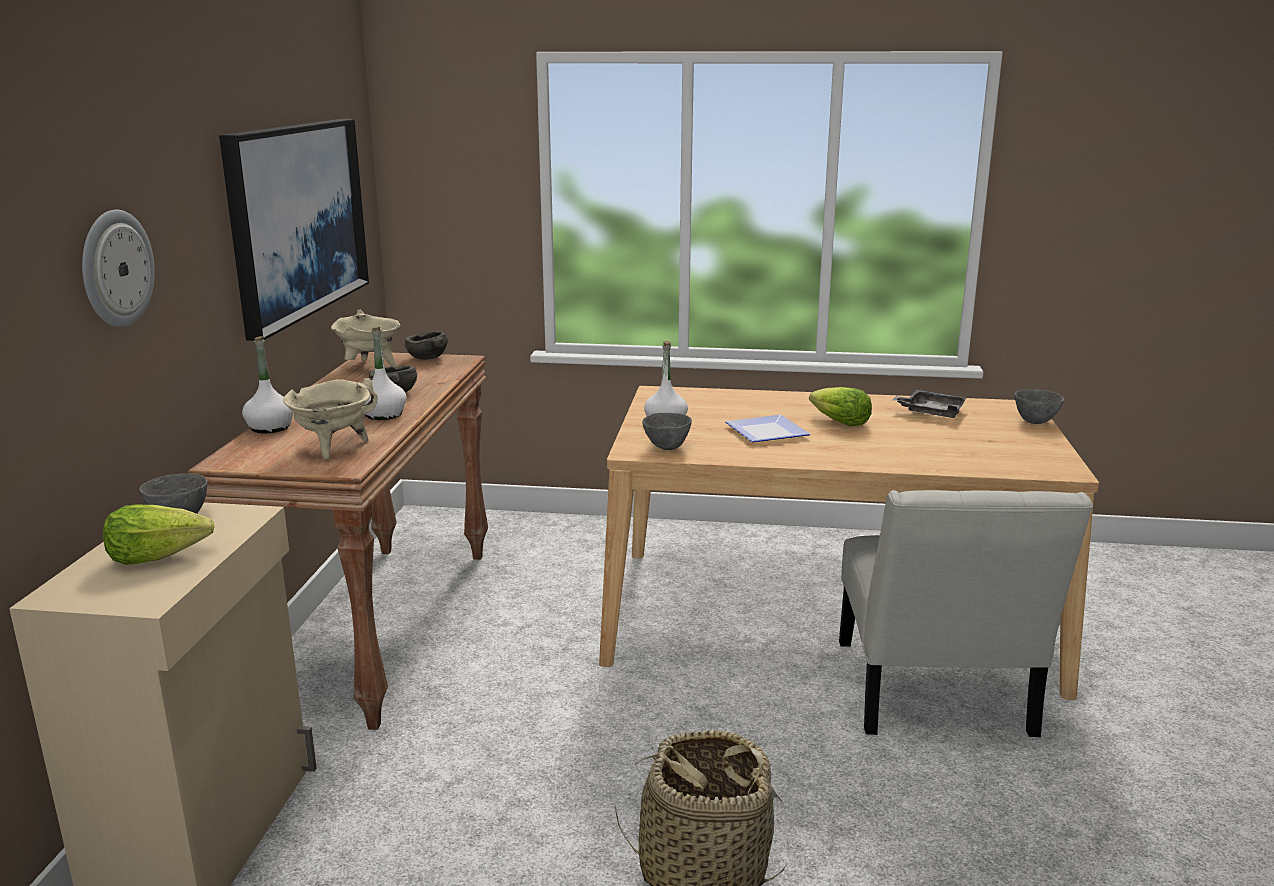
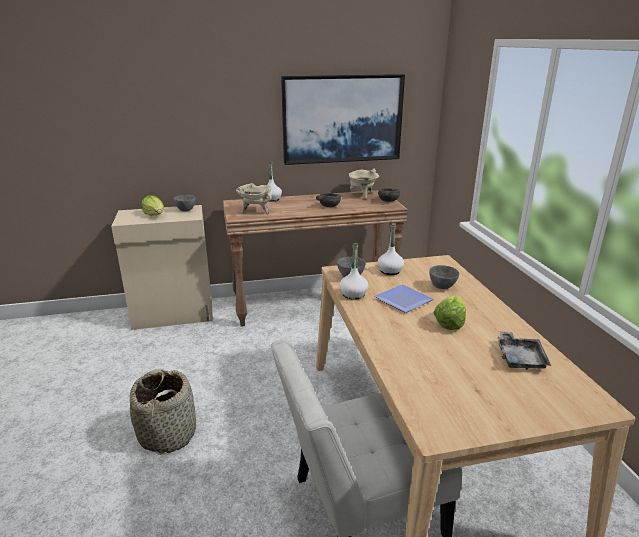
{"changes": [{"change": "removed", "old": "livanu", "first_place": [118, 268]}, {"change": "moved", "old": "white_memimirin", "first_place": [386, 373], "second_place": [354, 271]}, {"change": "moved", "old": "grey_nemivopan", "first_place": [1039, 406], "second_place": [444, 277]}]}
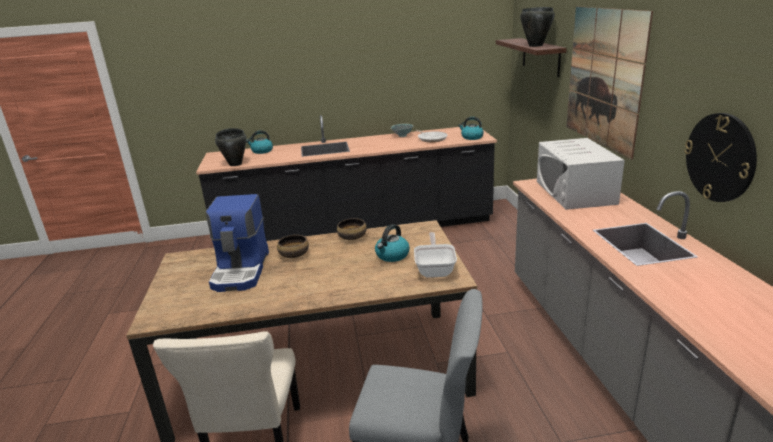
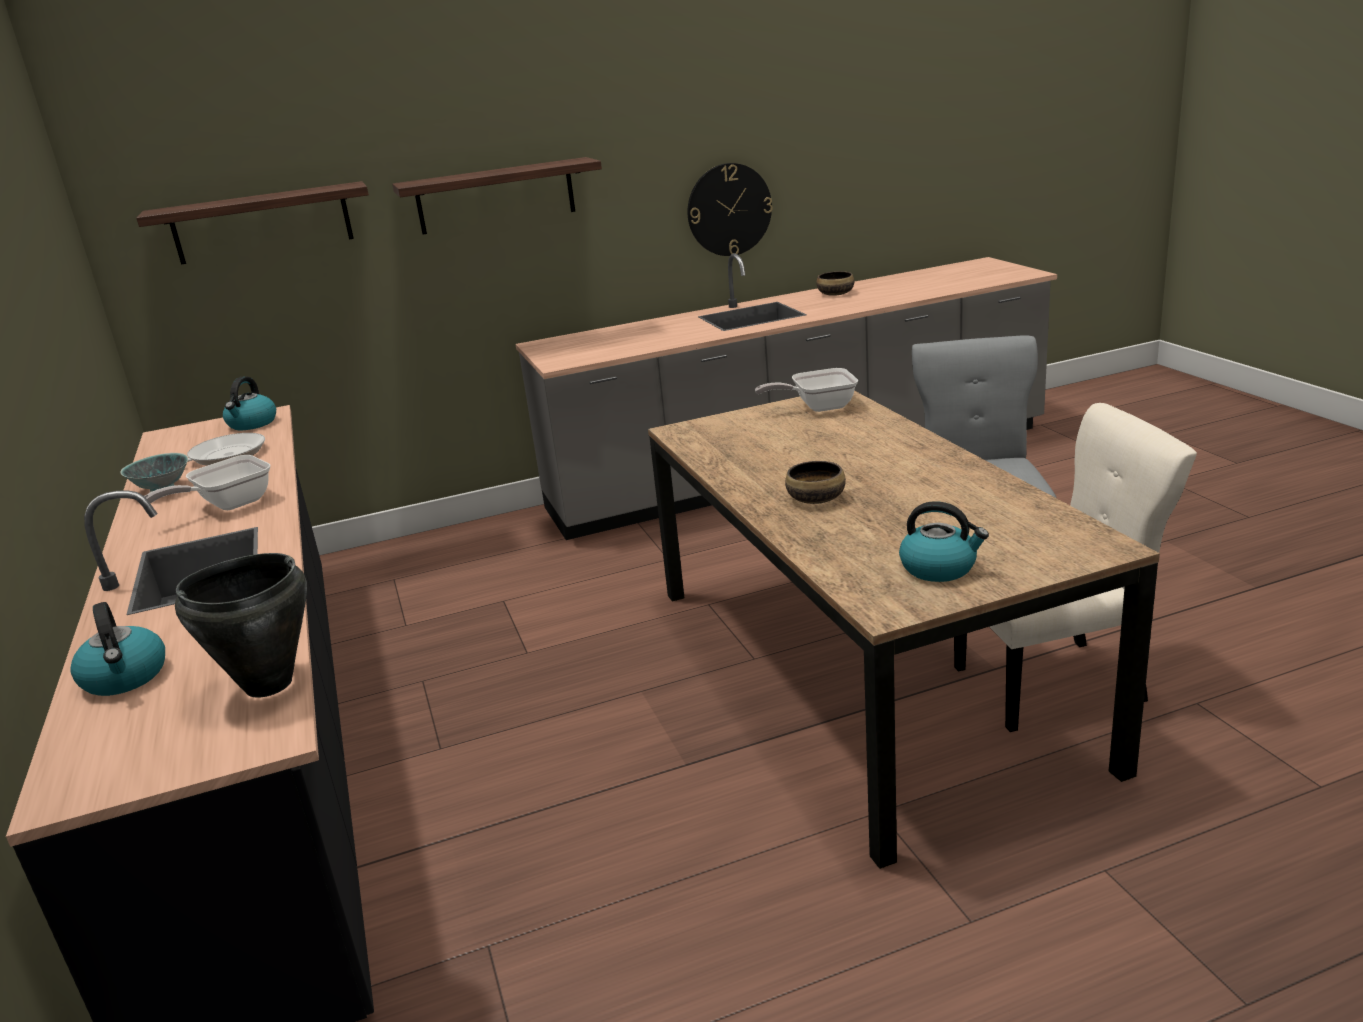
{"changes": [{"change": "replaced", "old": "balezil", "new": "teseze", "first_place": [609, 83], "second_place": [497, 195]}, {"change": "removed", "old": "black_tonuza", "first_place": [537, 27]}, {"change": "removed", "old": "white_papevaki", "first_place": [581, 174]}, {"change": "removed", "old": "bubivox", "first_place": [237, 243]}, {"change": "moved", "old": "nemivopan", "first_place": [352, 229], "second_place": [835, 283]}, {"change": "moved", "old": "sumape", "first_place": [392, 243], "second_place": [944, 541]}, {"change": "added", "new": "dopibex", "second_place": [207, 482]}]}
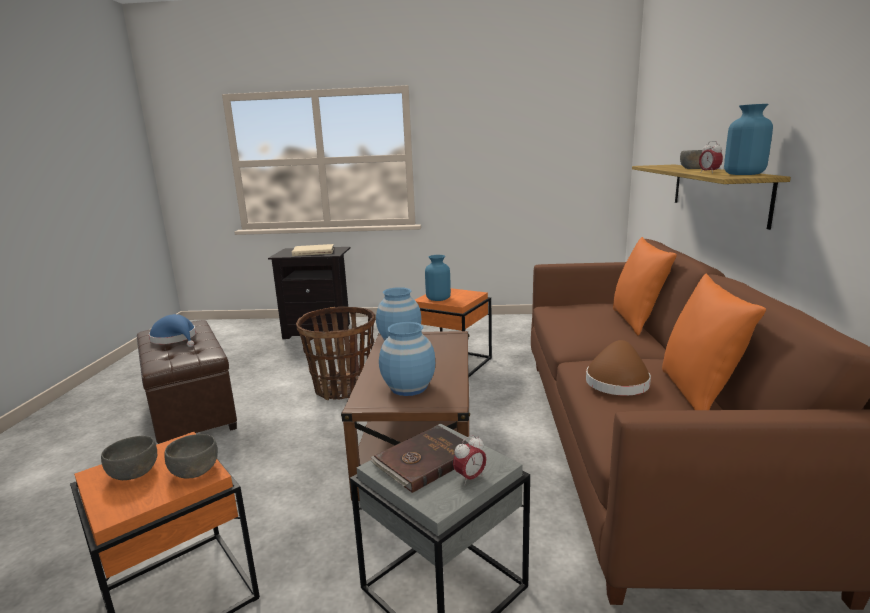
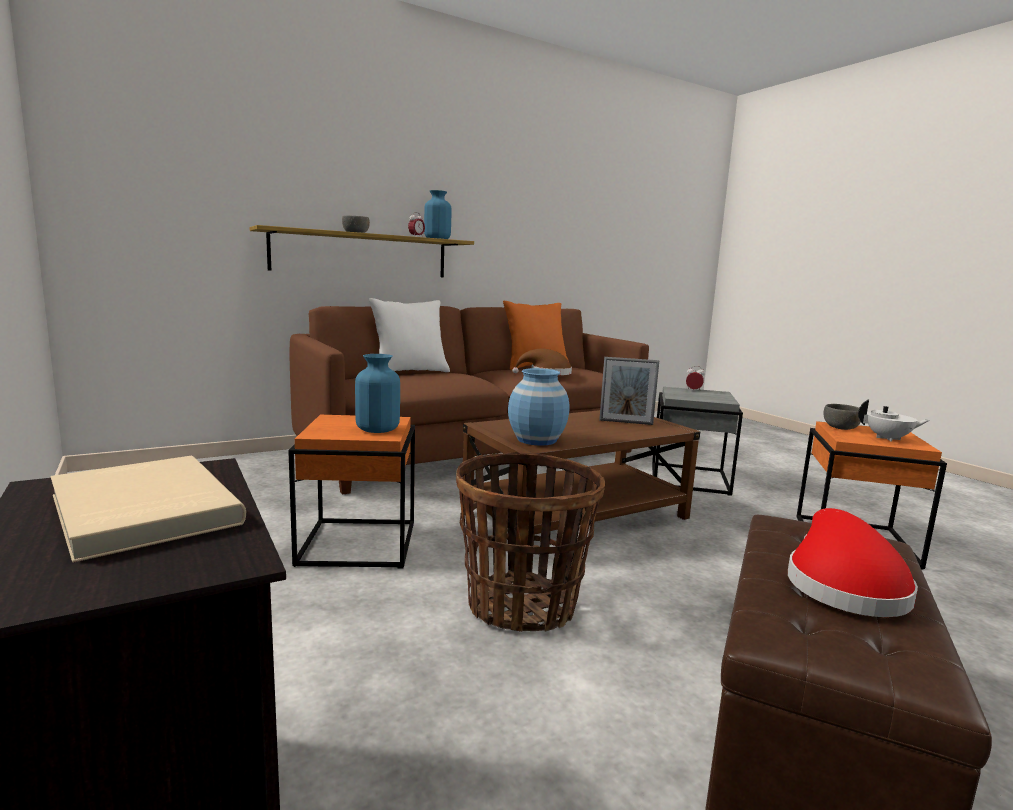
{"changes": [{"change": "recoloured", "old": "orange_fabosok", "new": "white_fabosok", "first_place": [645, 286], "second_place": [409, 335]}, {"change": "recoloured", "old": "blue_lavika", "new": "red_lavika", "first_place": [172, 330], "second_place": [853, 562]}, {"change": "replaced", "old": "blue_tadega", "new": "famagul", "first_place": [407, 359], "second_place": [629, 391]}, {"change": "removed", "old": "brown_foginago", "first_place": [420, 459]}, {"change": "replaced", "old": "grey_nemivopan", "new": "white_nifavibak", "first_place": [129, 458], "second_place": [894, 420]}]}
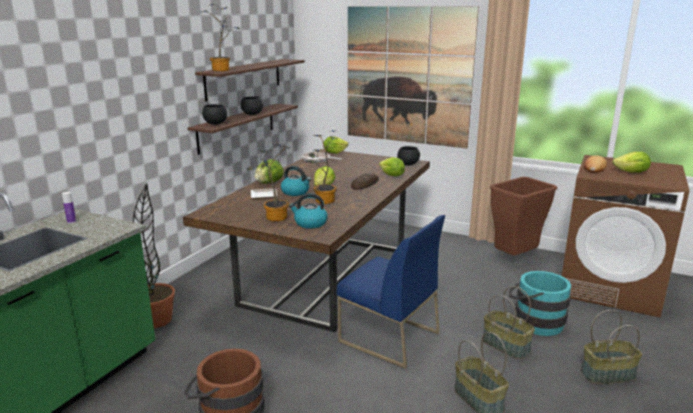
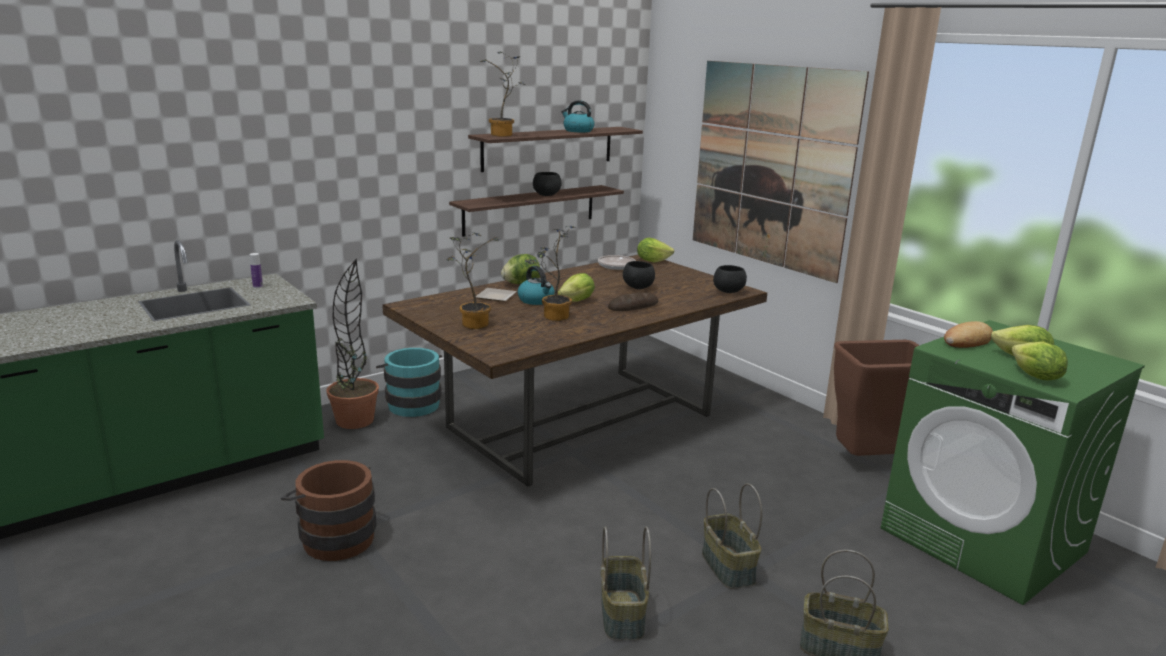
{"changes": [{"change": "moved", "old": "black_nemivopan", "first_place": [214, 114], "second_place": [639, 275]}, {"change": "recoloured", "old": "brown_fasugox", "new": "green_fasugox", "first_place": [626, 236], "second_place": [1013, 462]}, {"change": "moved", "old": "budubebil", "first_place": [392, 166], "second_place": [1040, 361]}, {"change": "moved", "old": "sumape", "first_place": [308, 211], "second_place": [578, 116]}, {"change": "removed", "old": "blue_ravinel", "first_place": [391, 292]}, {"change": "moved", "old": "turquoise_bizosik", "first_place": [540, 303], "second_place": [409, 382]}]}
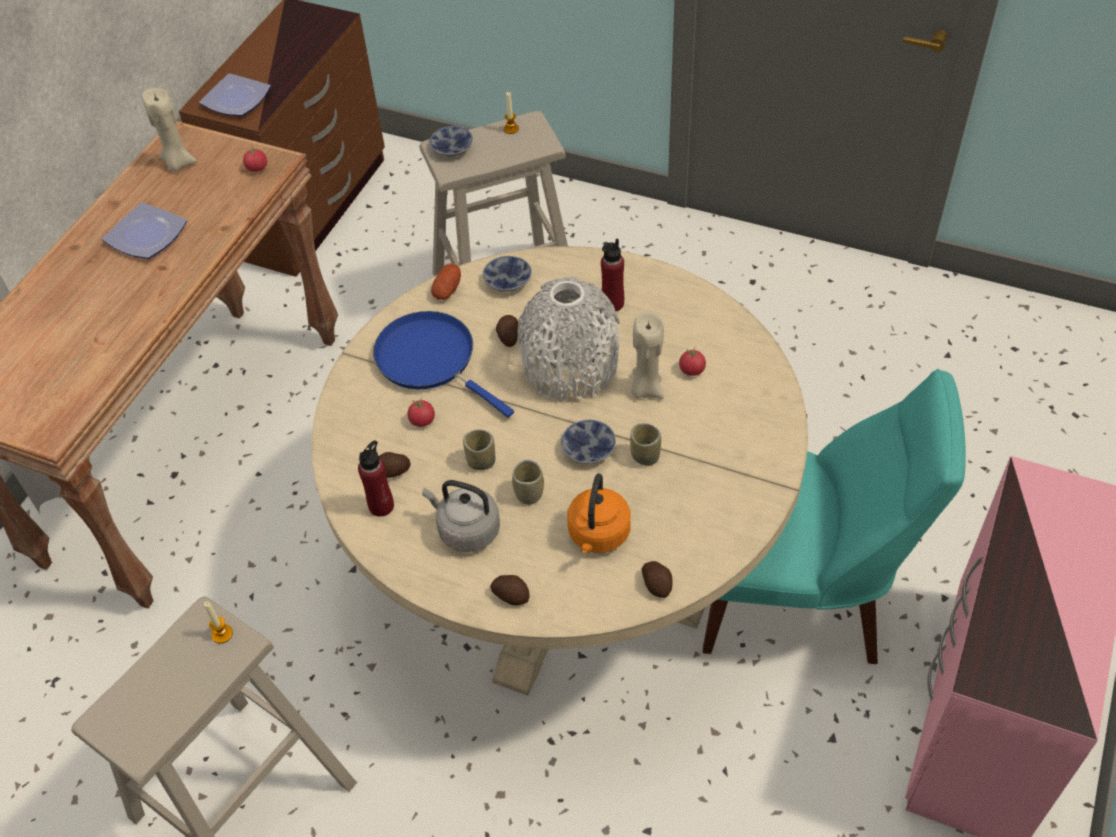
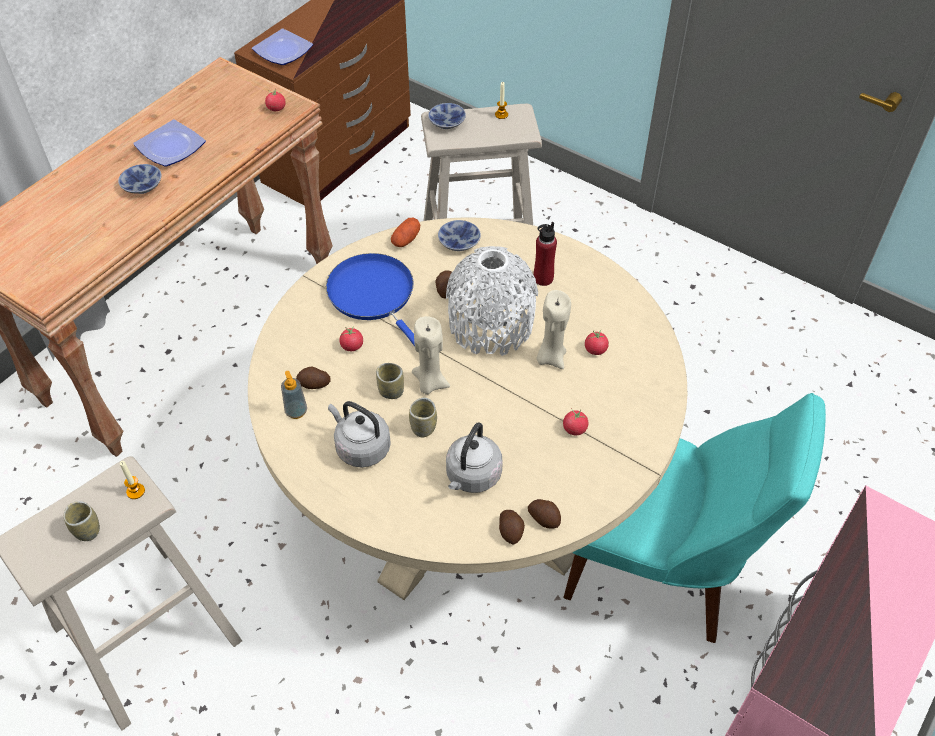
{"changes": [{"change": "moved", "old": "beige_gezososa", "first_place": [169, 130], "second_place": [431, 355]}, {"change": "moved", "old": "nemivopan", "first_place": [588, 442], "second_place": [139, 179]}, {"change": "moved", "old": "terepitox", "first_place": [645, 444], "second_place": [82, 521]}, {"change": "replaced", "old": "red_memimirin", "new": "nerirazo", "first_place": [376, 478], "second_place": [294, 395]}, {"change": "recoloured", "old": "orange_sumape", "new": "grey_sumape", "first_place": [599, 513], "second_place": [474, 457]}, {"change": "moved", "old": "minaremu", "first_place": [510, 590], "second_place": [544, 514]}, {"change": "added", "new": "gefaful", "second_place": [575, 421]}]}
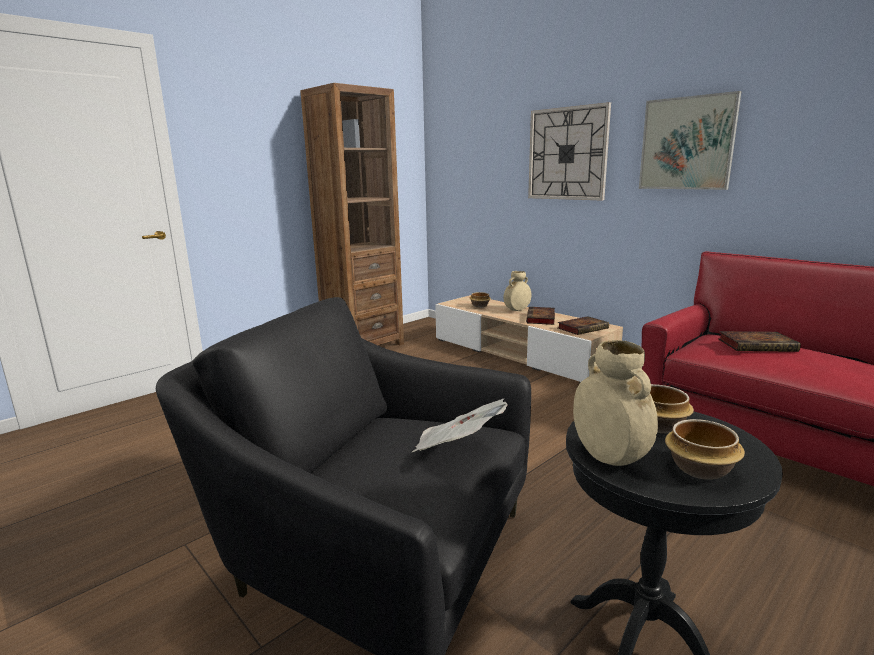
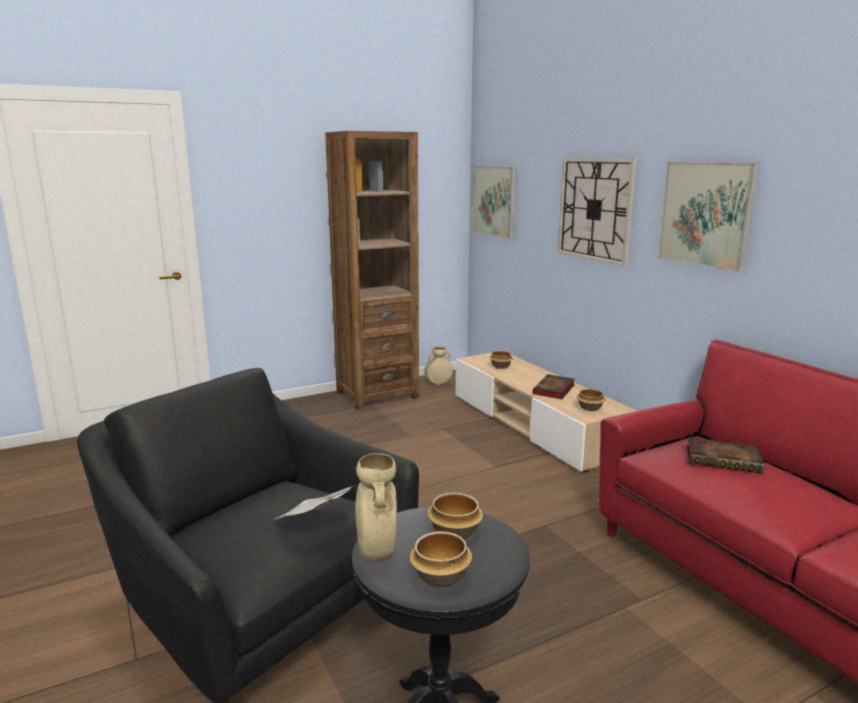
{"changes": [{"change": "moved", "old": "beige_tadega", "first_place": [517, 291], "second_place": [438, 366]}, {"change": "replaced", "old": "foginago", "new": "nemivopan", "first_place": [583, 325], "second_place": [591, 400]}, {"change": "added", "new": "balezil", "second_place": [494, 202]}]}
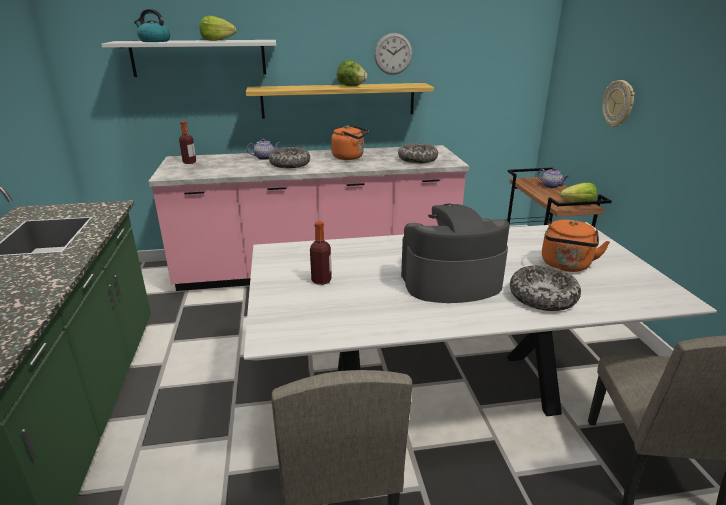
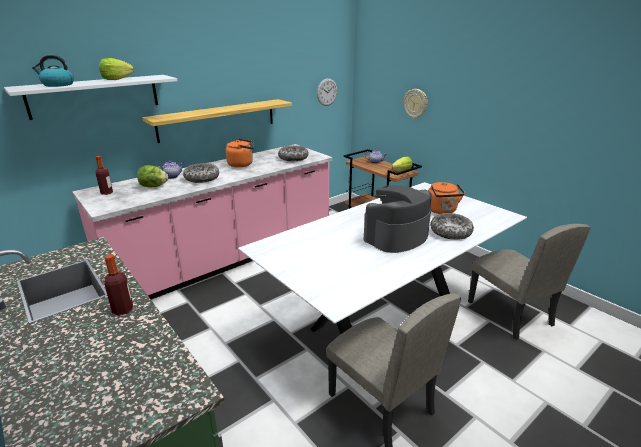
{"changes": [{"change": "moved", "old": "livanu", "first_place": [393, 54], "second_place": [327, 92]}, {"change": "moved", "old": "budubebil", "first_place": [352, 73], "second_place": [152, 176]}, {"change": "moved", "old": "memimirin", "first_place": [321, 253], "second_place": [118, 285]}]}
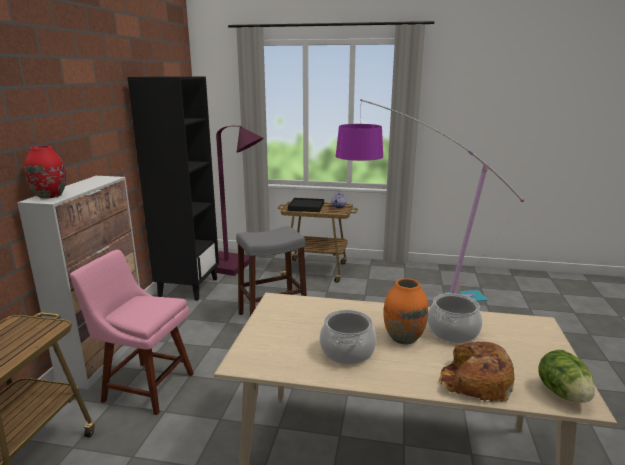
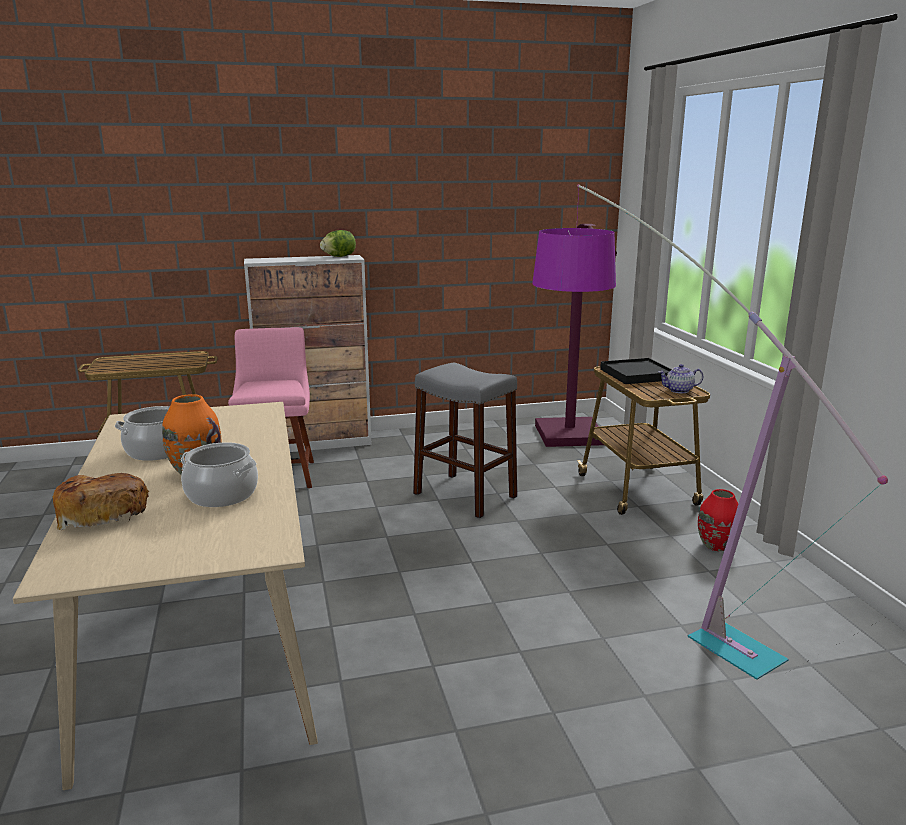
{"changes": [{"change": "removed", "old": "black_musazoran", "first_place": [173, 188]}, {"change": "moved", "old": "red_tadega", "first_place": [45, 172], "second_place": [718, 520]}, {"change": "moved", "old": "budubebil", "first_place": [566, 376], "second_place": [338, 243]}]}
